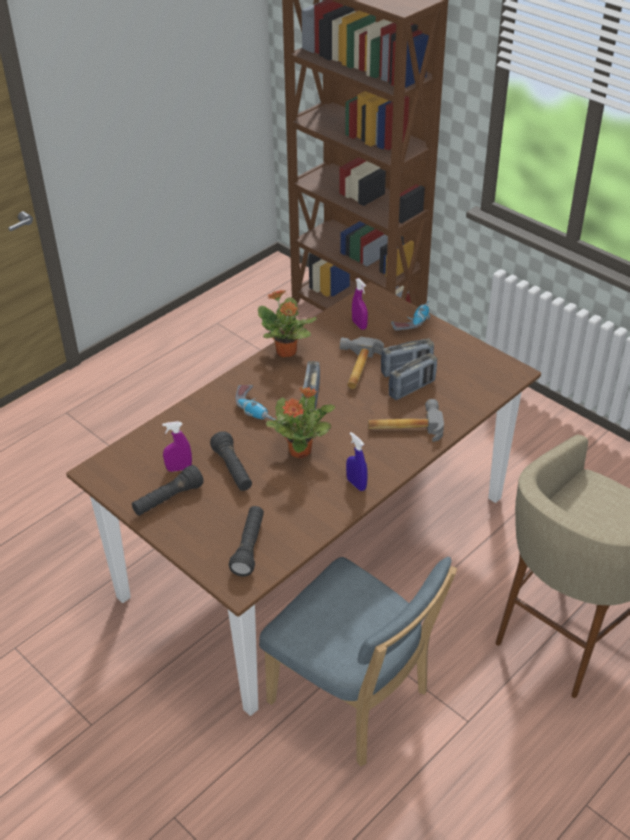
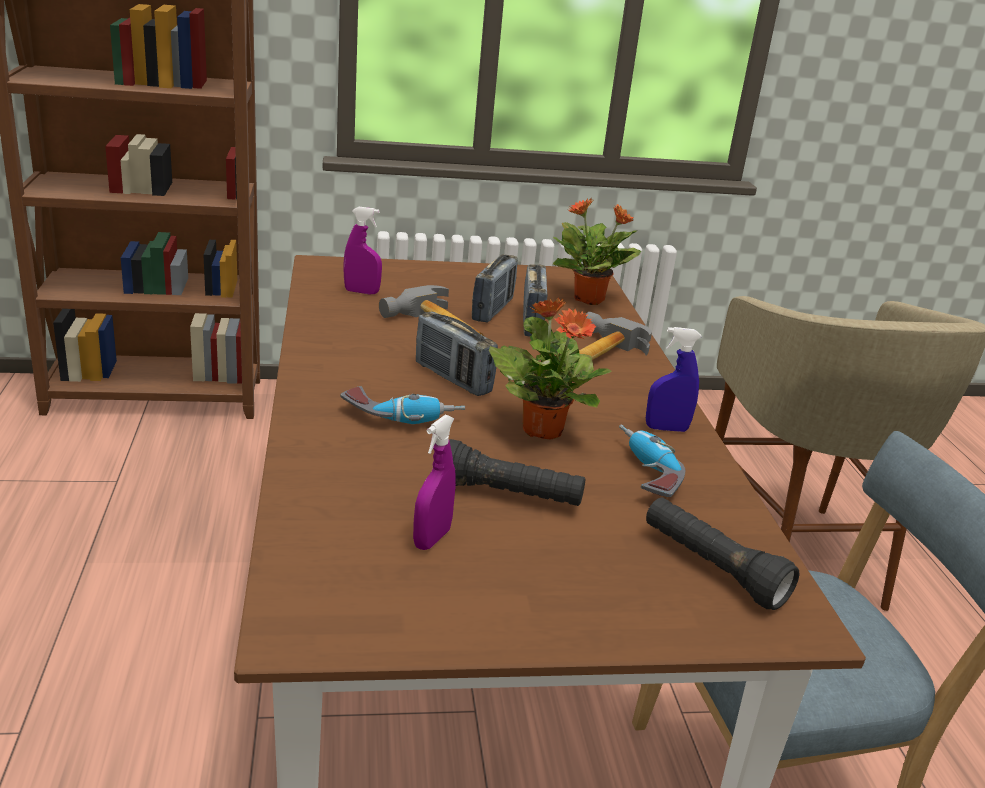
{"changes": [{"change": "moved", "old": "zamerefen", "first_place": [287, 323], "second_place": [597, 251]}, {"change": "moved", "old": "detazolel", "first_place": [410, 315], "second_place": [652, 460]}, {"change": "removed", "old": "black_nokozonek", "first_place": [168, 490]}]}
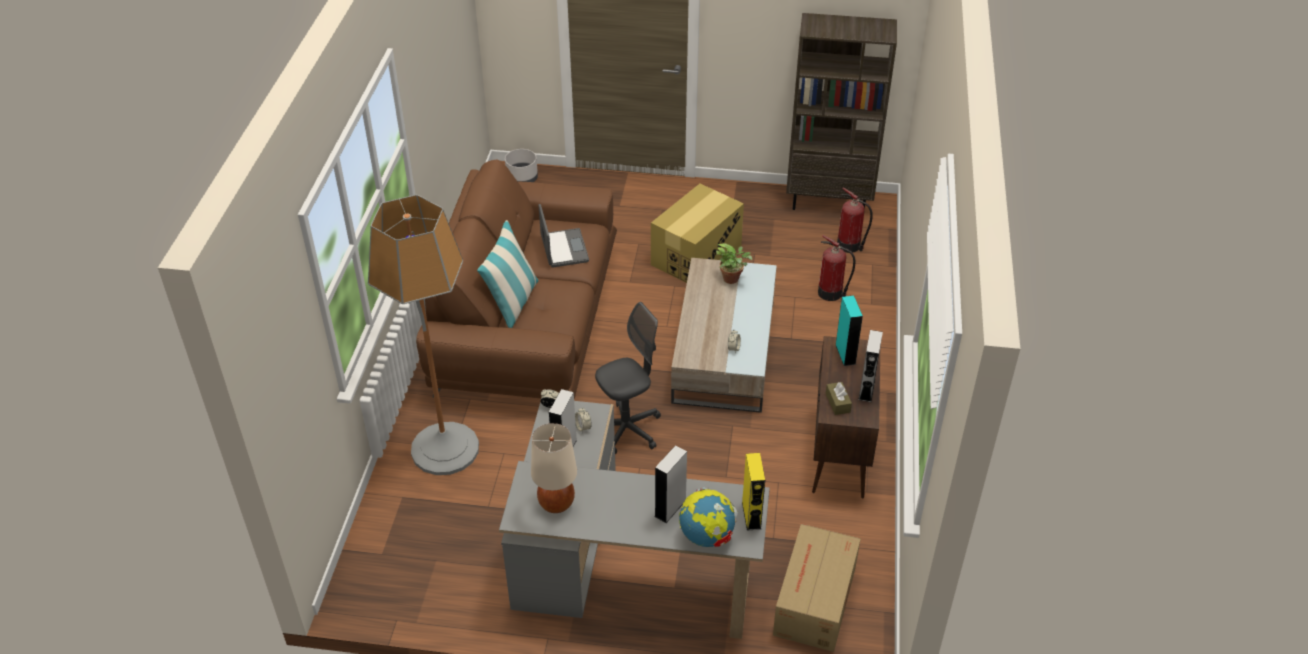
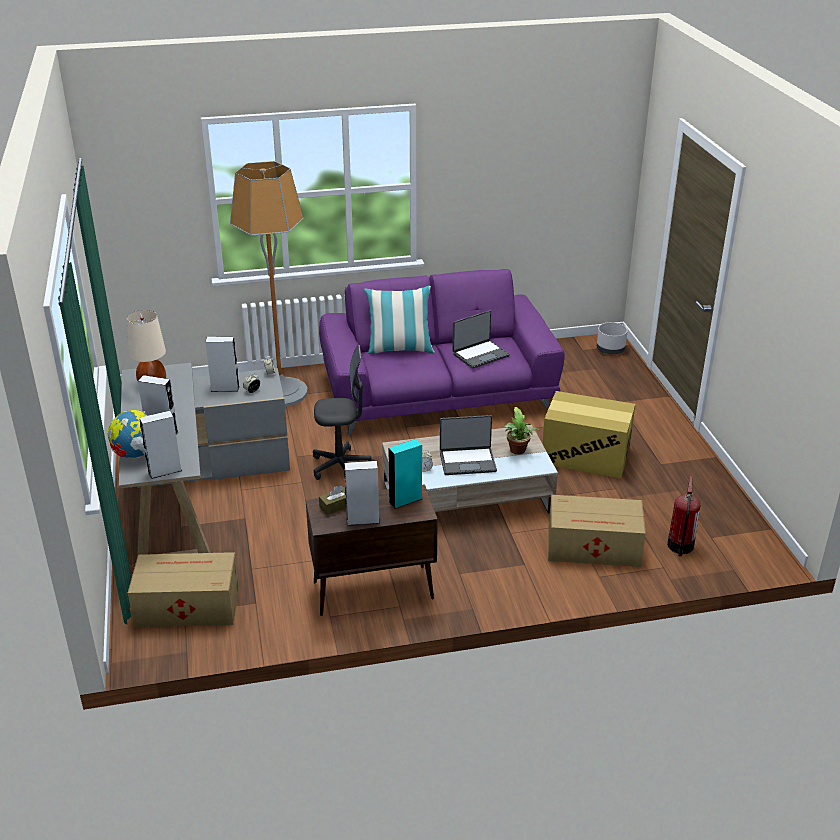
{"changes": [{"change": "removed", "old": "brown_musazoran", "first_place": [841, 111]}, {"change": "recoloured", "old": "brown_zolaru", "new": "purple_zolaru", "first_place": [516, 279], "second_place": [442, 352]}, {"change": "replaced", "old": "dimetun", "new": "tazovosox", "first_place": [837, 268], "second_place": [597, 531]}, {"change": "turned", "old": "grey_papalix", "first_place": [628, 378], "second_place": [343, 412], "degrees": -45}, {"change": "recoloured", "old": "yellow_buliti", "new": "grey_buliti", "first_place": [753, 492], "second_place": [160, 445]}, {"change": "added", "new": "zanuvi", "second_place": [468, 445]}]}
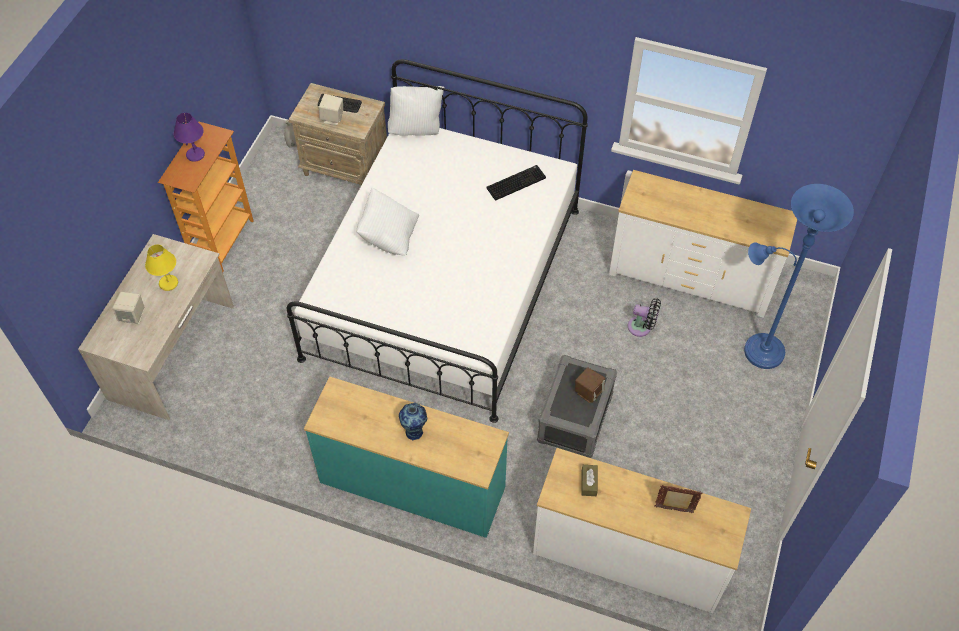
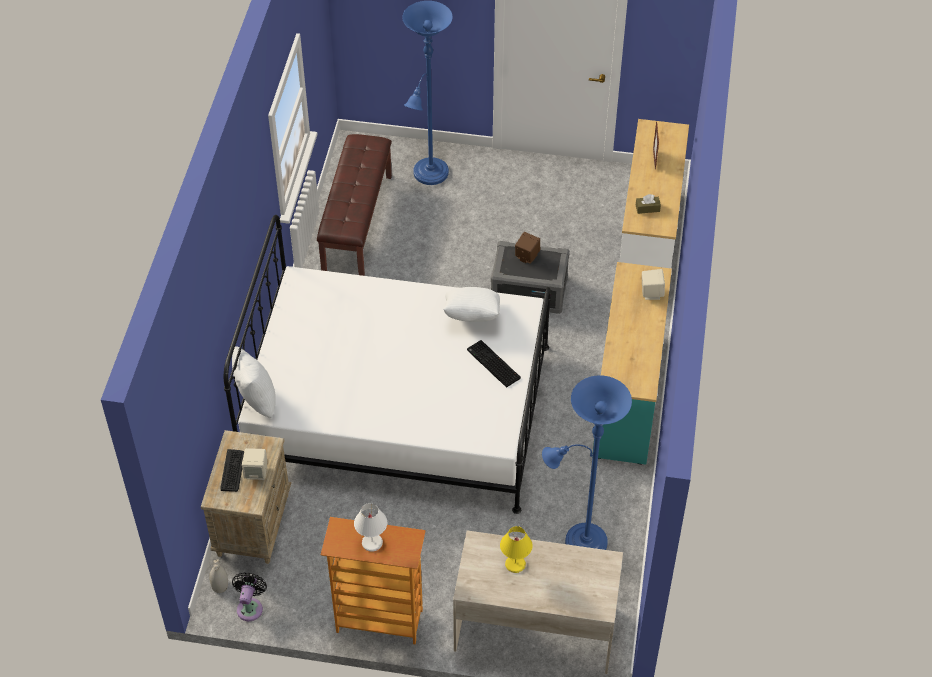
{"changes": [{"change": "recoloured", "old": "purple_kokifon", "new": "white_kokifon", "first_place": [189, 137], "second_place": [370, 527]}, {"change": "moved", "old": "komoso", "first_place": [516, 183], "second_place": [494, 363]}, {"change": "replaced", "old": "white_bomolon", "new": "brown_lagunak", "first_place": [703, 244], "second_place": [354, 205]}, {"change": "moved", "old": "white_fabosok", "first_place": [388, 221], "second_place": [471, 304]}, {"change": "moved", "old": "beige_buliti", "first_place": [128, 308], "second_place": [653, 284]}, {"change": "moved", "old": "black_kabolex", "first_place": [644, 317], "second_place": [249, 596]}, {"change": "removed", "old": "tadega", "first_place": [413, 422]}, {"change": "added", "new": "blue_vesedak", "second_place": [587, 462]}]}
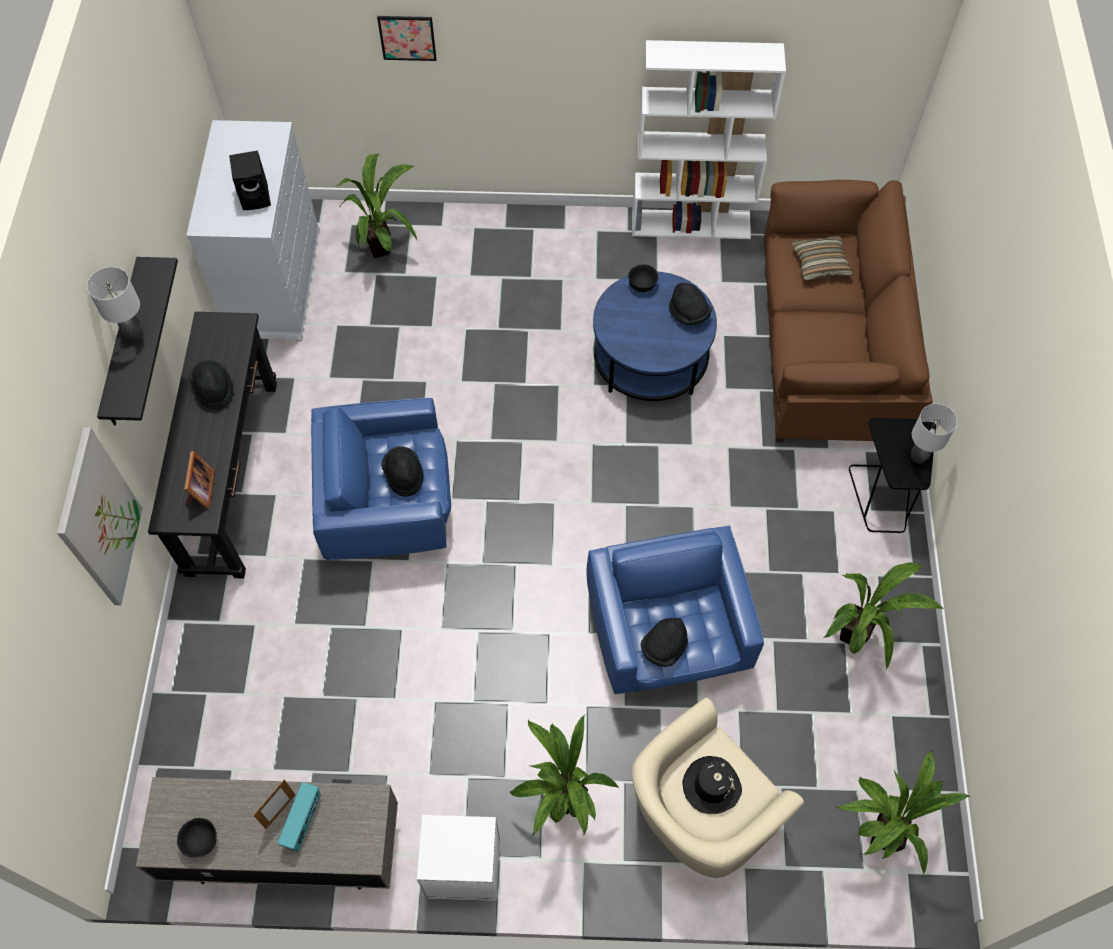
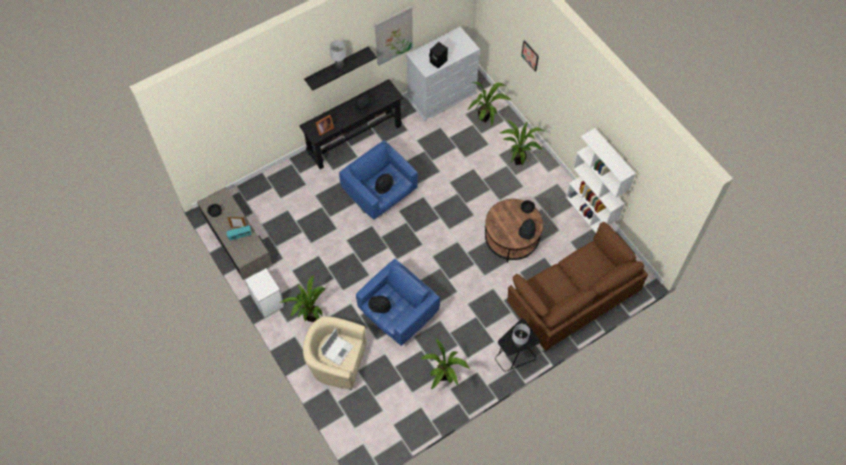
{"changes": [{"change": "removed", "old": "fabosok", "first_place": [822, 257]}, {"change": "recoloured", "old": "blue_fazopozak", "new": "brown_fazopozak", "first_place": [655, 336], "second_place": [514, 230]}, {"change": "moved", "old": "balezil", "first_place": [99, 516], "second_place": [394, 36]}, {"change": "moved", "old": "zamerefen", "first_place": [903, 813], "second_place": [521, 143]}, {"change": "replaced", "old": "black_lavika", "new": "zanuvi", "first_place": [712, 785], "second_place": [337, 347]}]}
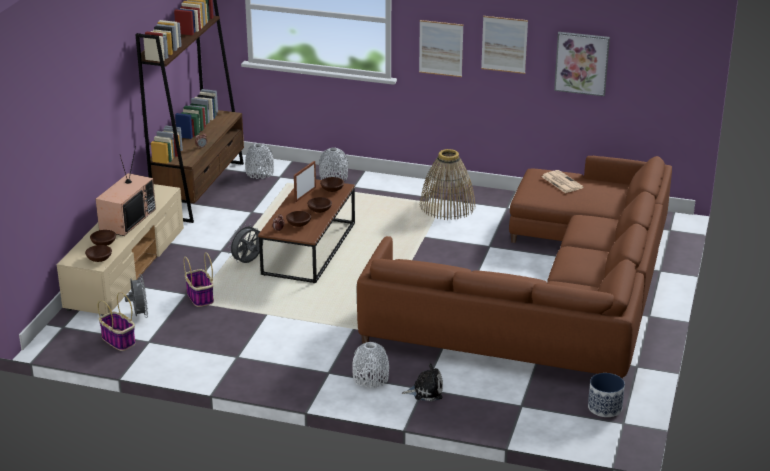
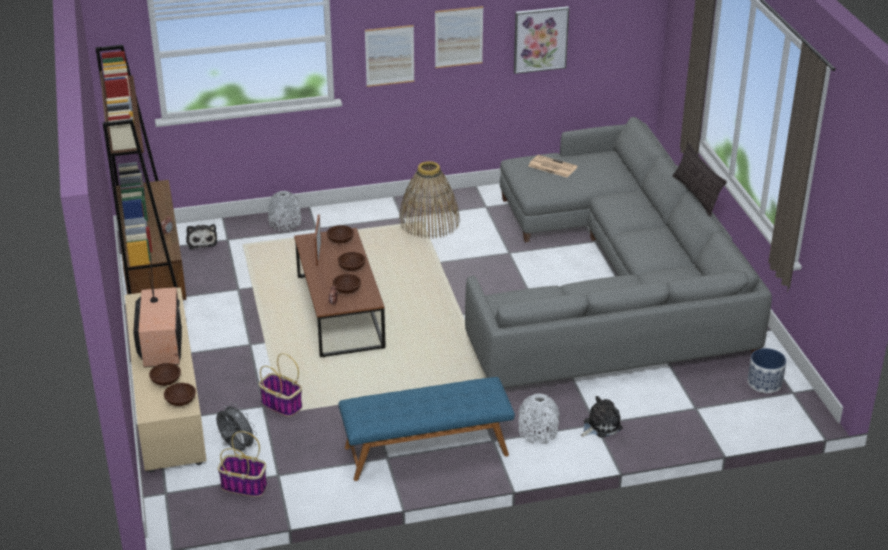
{"changes": [{"change": "replaced", "old": "grey_tadega", "new": "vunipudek", "first_place": [259, 161], "second_place": [202, 237]}, {"change": "recoloured", "old": "brown_zolaru", "new": "grey_zolaru", "first_place": [514, 267], "second_place": [618, 252]}, {"change": "removed", "old": "grey_kabolex", "first_place": [245, 243]}, {"change": "added", "new": "fabosok", "second_place": [700, 179]}, {"change": "added", "new": "blue_lagunak", "second_place": [427, 429]}]}
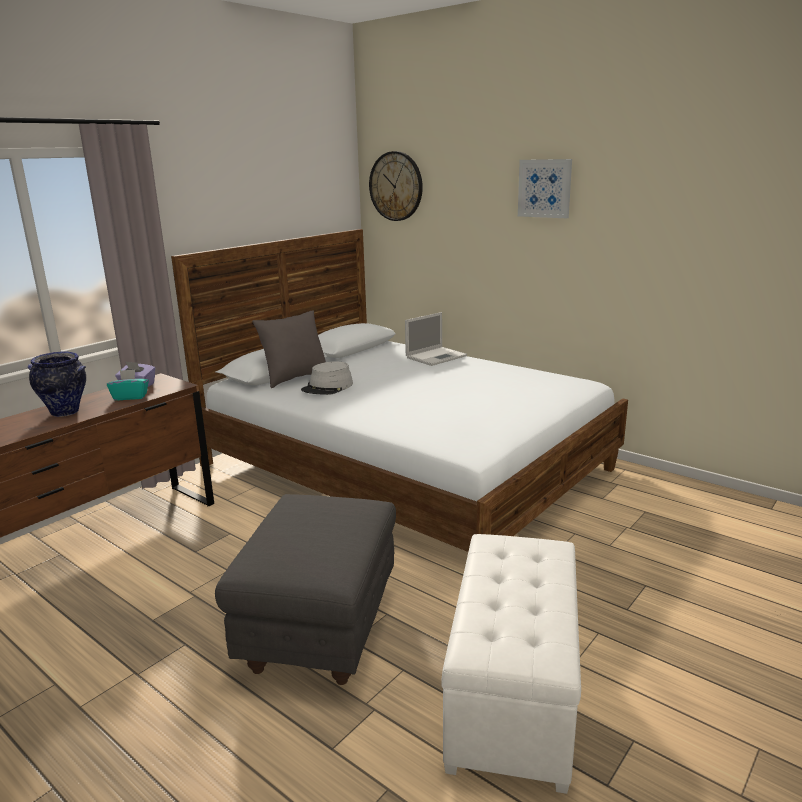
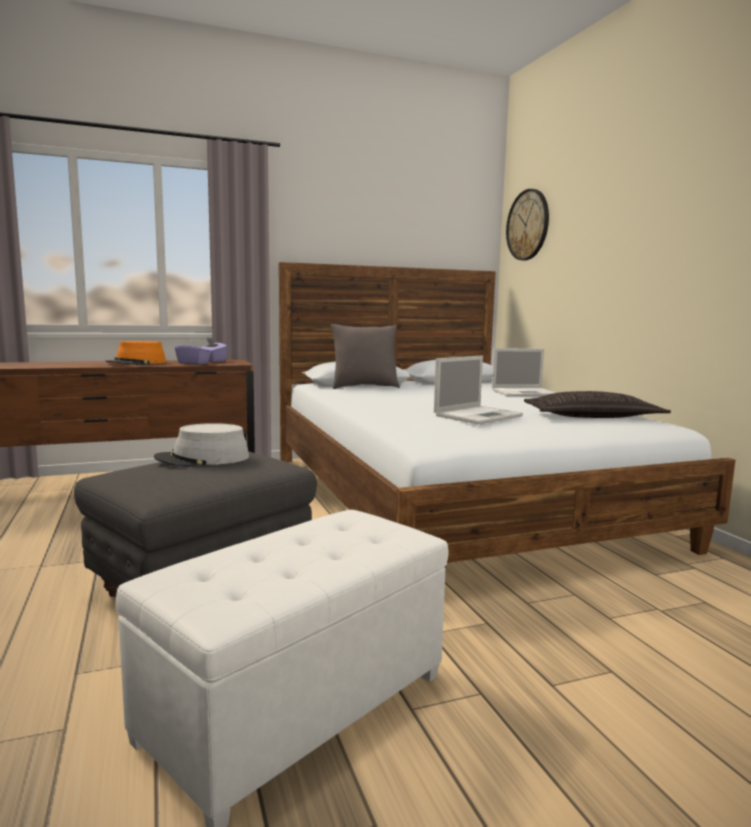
{"changes": [{"change": "removed", "old": "balezil", "first_place": [545, 188]}, {"change": "replaced", "old": "tadega", "new": "orange_lavika", "first_place": [57, 384], "second_place": [135, 353]}, {"change": "moved", "old": "grey_lavika", "first_place": [327, 378], "second_place": [201, 445]}, {"change": "recoloured", "old": "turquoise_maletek", "new": "purple_maletek", "first_place": [128, 385], "second_place": [193, 352]}, {"change": "added", "new": "zanuvi", "second_place": [478, 390]}, {"change": "added", "new": "fabosok", "second_place": [597, 404]}]}
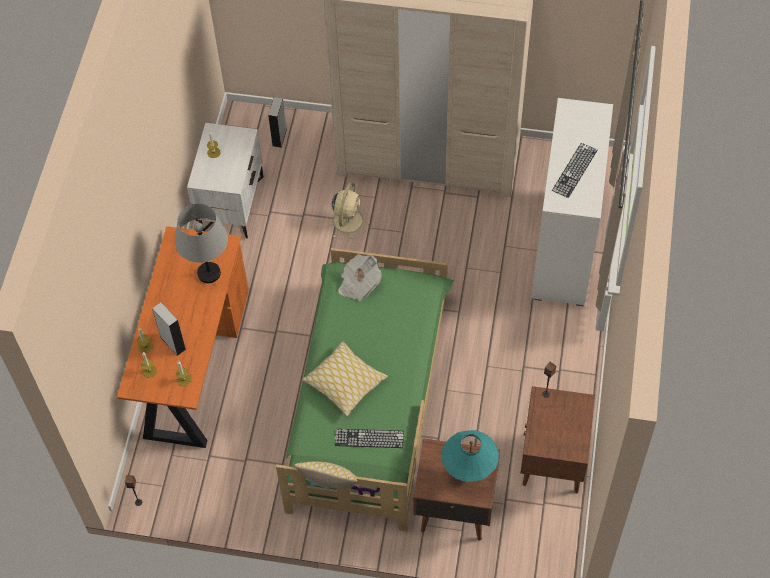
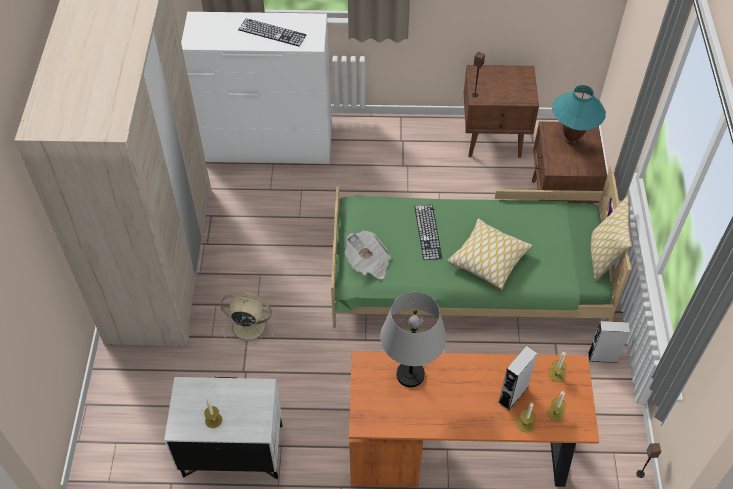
{"changes": [{"change": "moved", "old": "grey_buliti", "first_place": [277, 122], "second_place": [609, 342]}, {"change": "moved", "old": "komoso", "first_place": [369, 438], "second_place": [428, 232]}]}
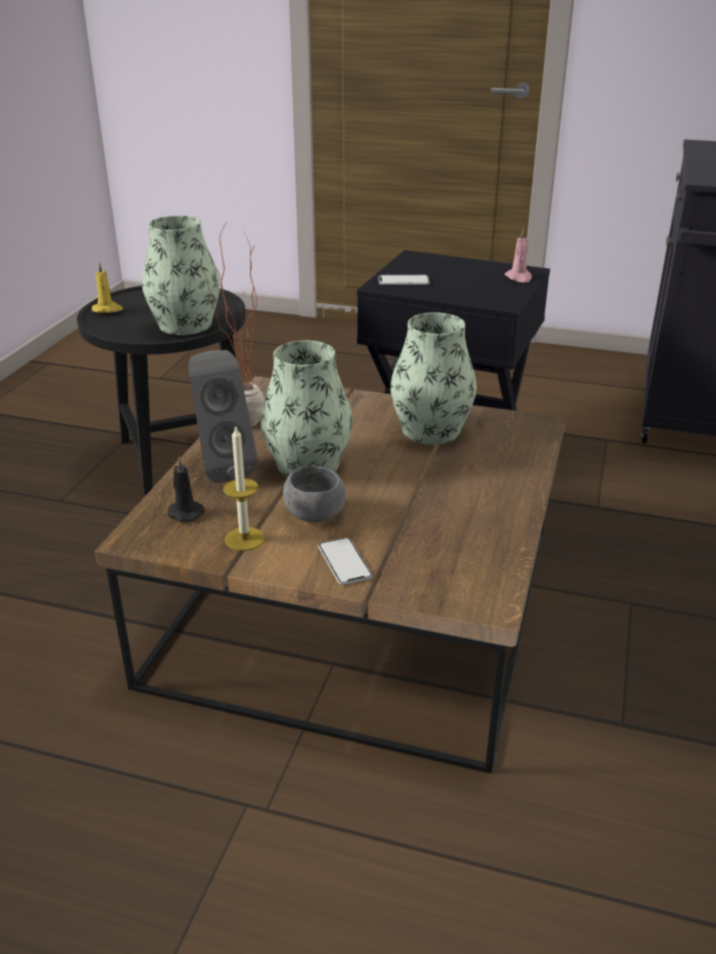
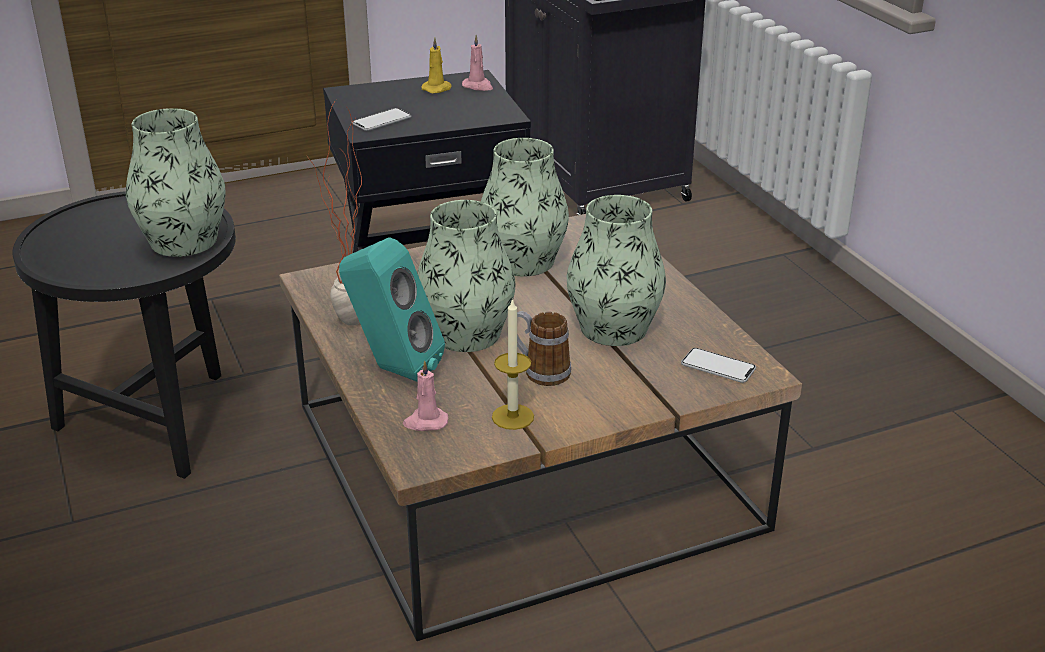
{"changes": [{"change": "moved", "old": "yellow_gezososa", "first_place": [107, 287], "second_place": [436, 65]}, {"change": "recoloured", "old": "grey_buliti", "new": "turquoise_buliti", "first_place": [222, 416], "second_place": [392, 309]}, {"change": "recoloured", "old": "black_gezososa", "new": "pink_gezososa", "first_place": [186, 489], "second_place": [425, 395]}, {"change": "replaced", "old": "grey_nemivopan", "new": "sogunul", "first_place": [314, 494], "second_place": [544, 348]}, {"change": "moved", "old": "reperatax", "first_place": [345, 561], "second_place": [718, 365]}, {"change": "added", "new": "tadega", "second_place": [616, 270]}]}
